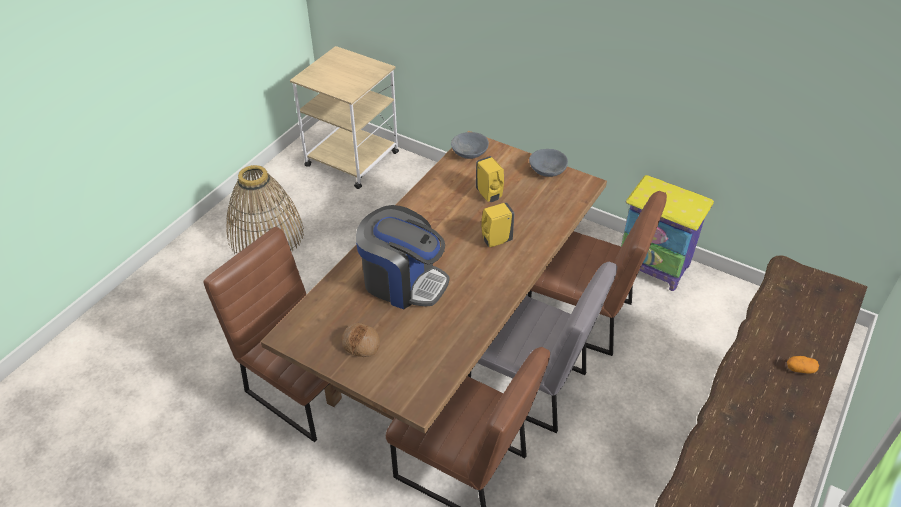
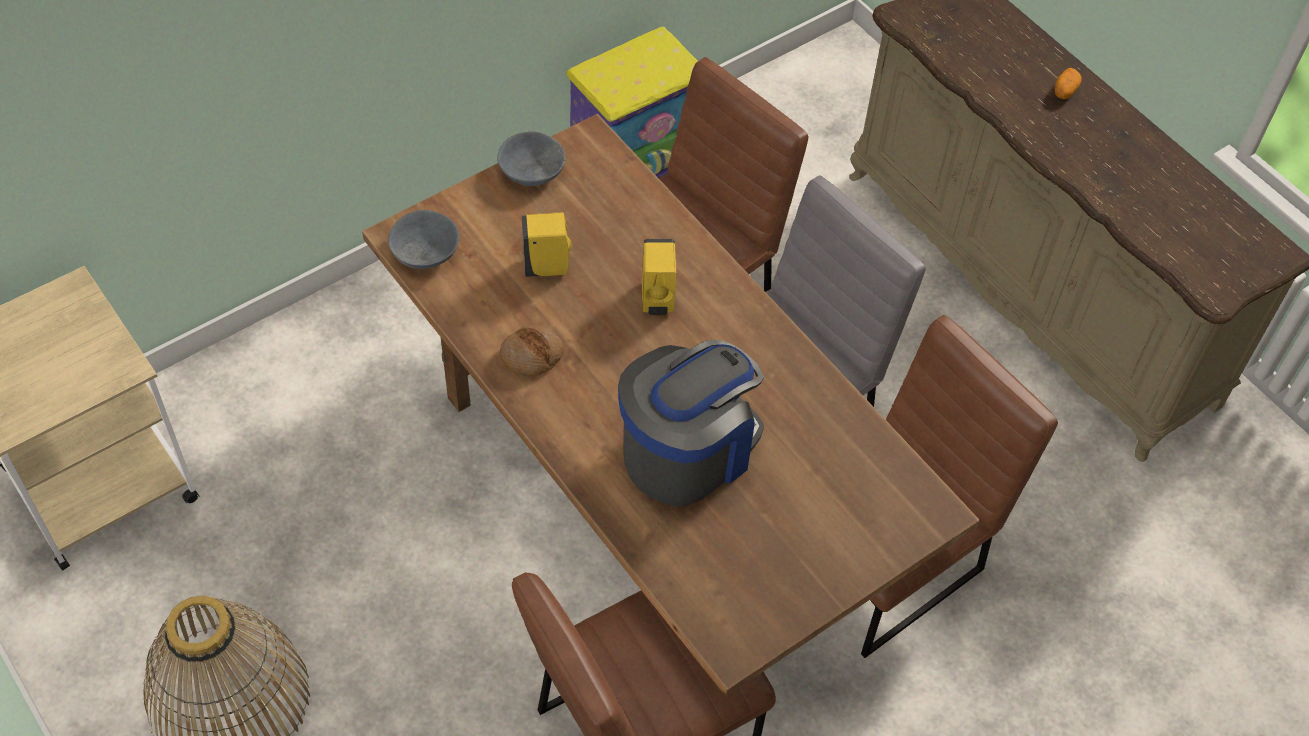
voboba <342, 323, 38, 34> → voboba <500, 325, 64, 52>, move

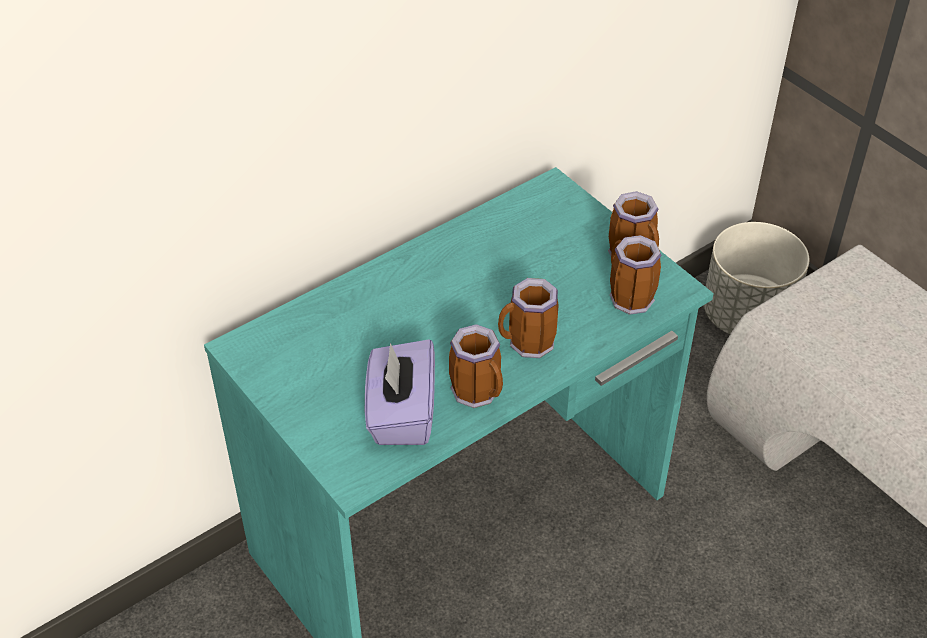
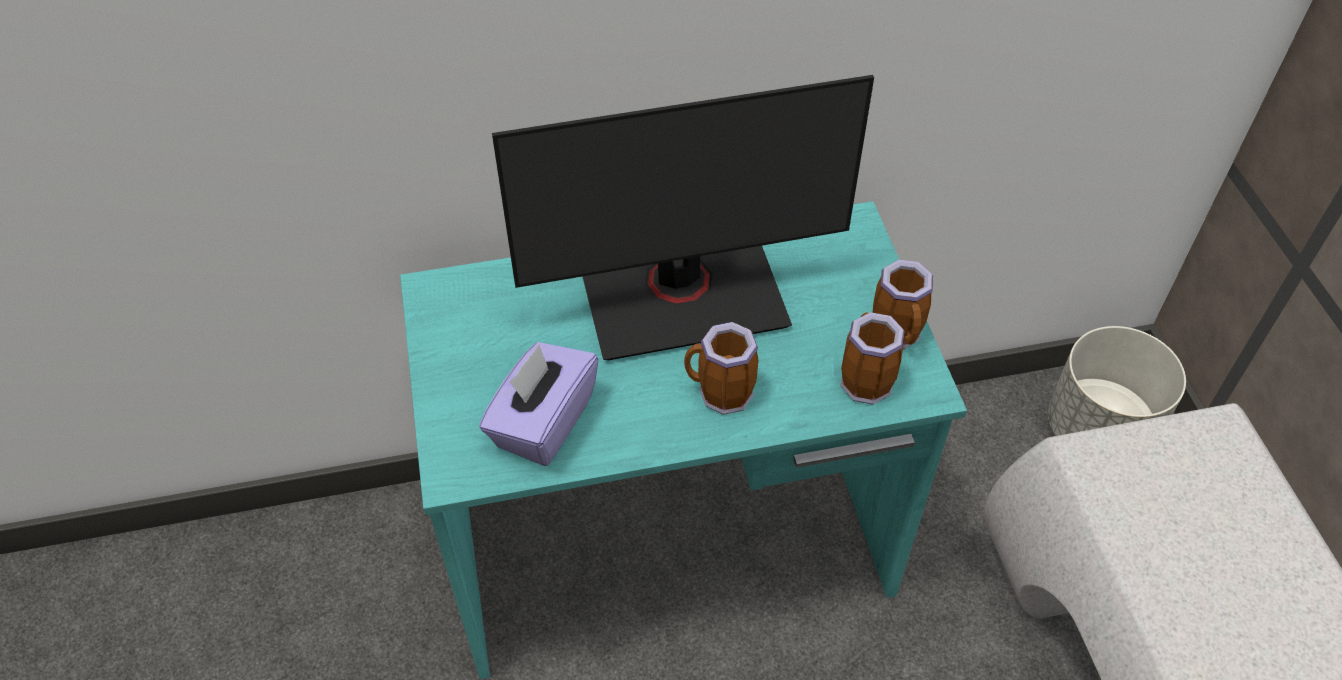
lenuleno <449, 324, 54, 84> → -
- → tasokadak <492, 75, 382, 285>

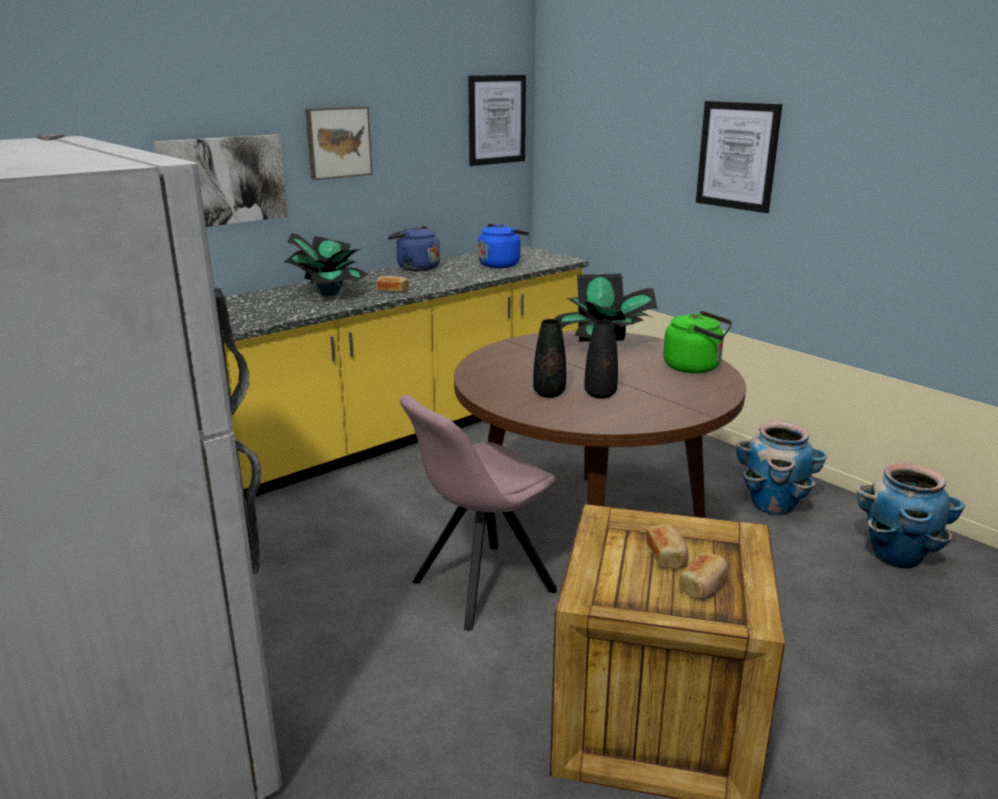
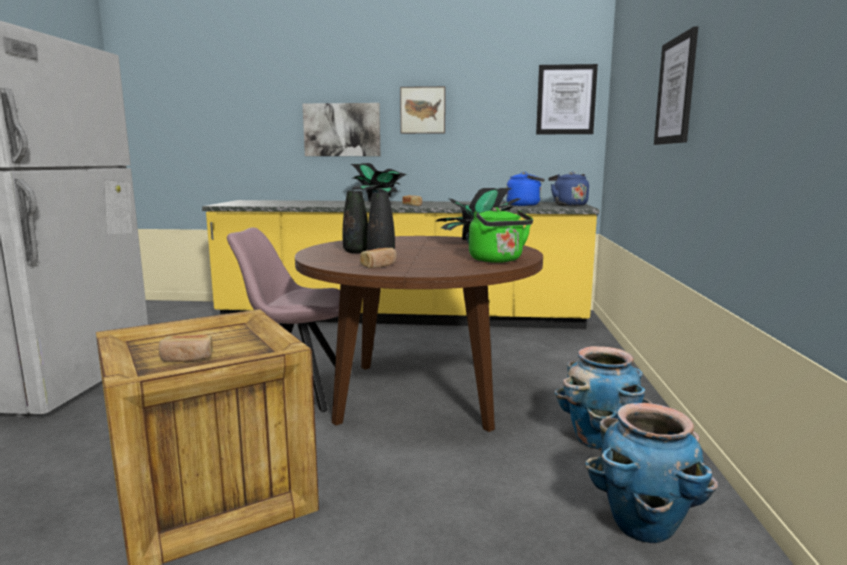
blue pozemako <388, 226, 52, 45> → blue pozemako <548, 172, 41, 34>, move
voboba <646, 524, 43, 46> → voboba <360, 248, 37, 20>, move

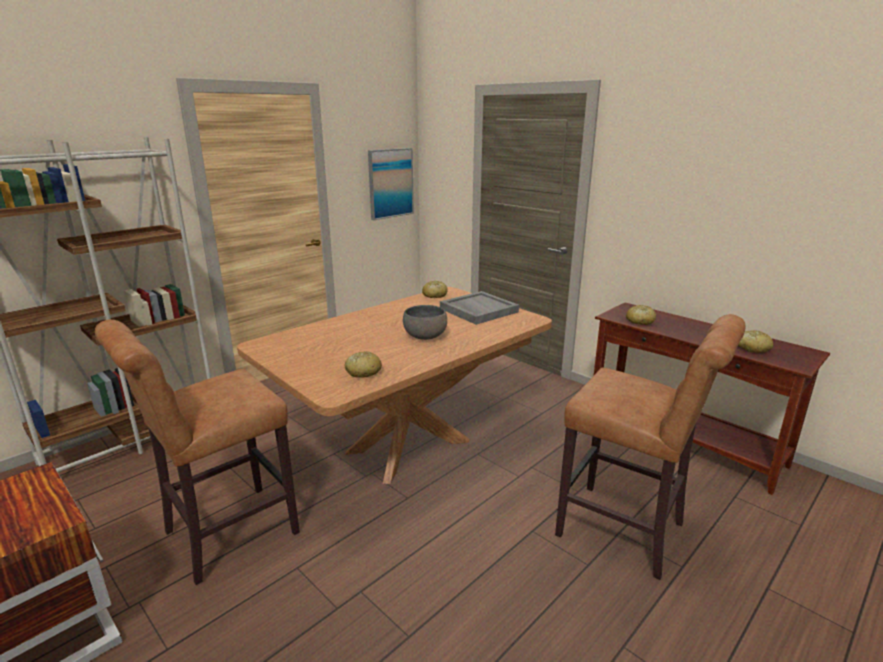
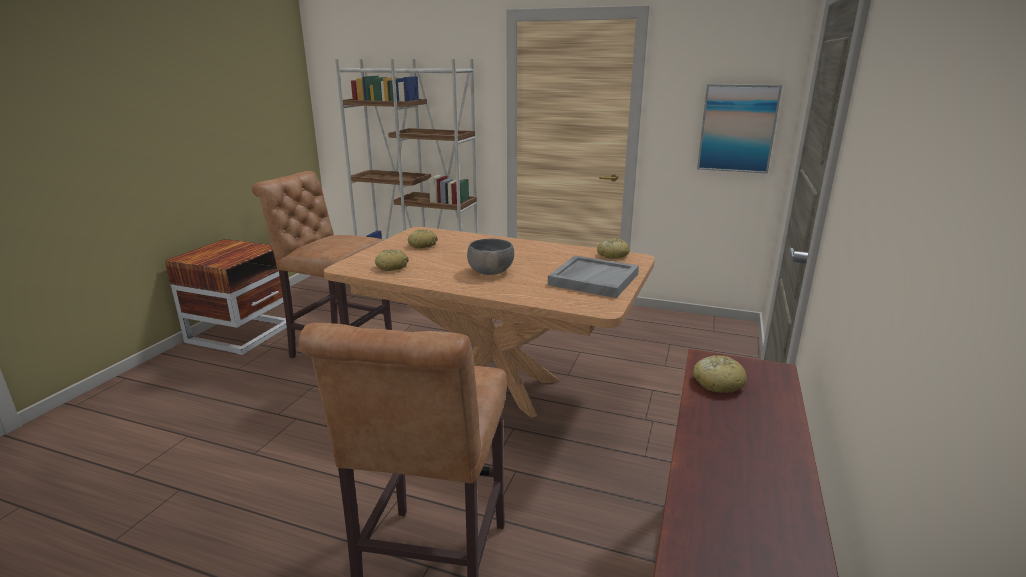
voboba <738, 330, 35, 23> → voboba <408, 229, 30, 19>, move

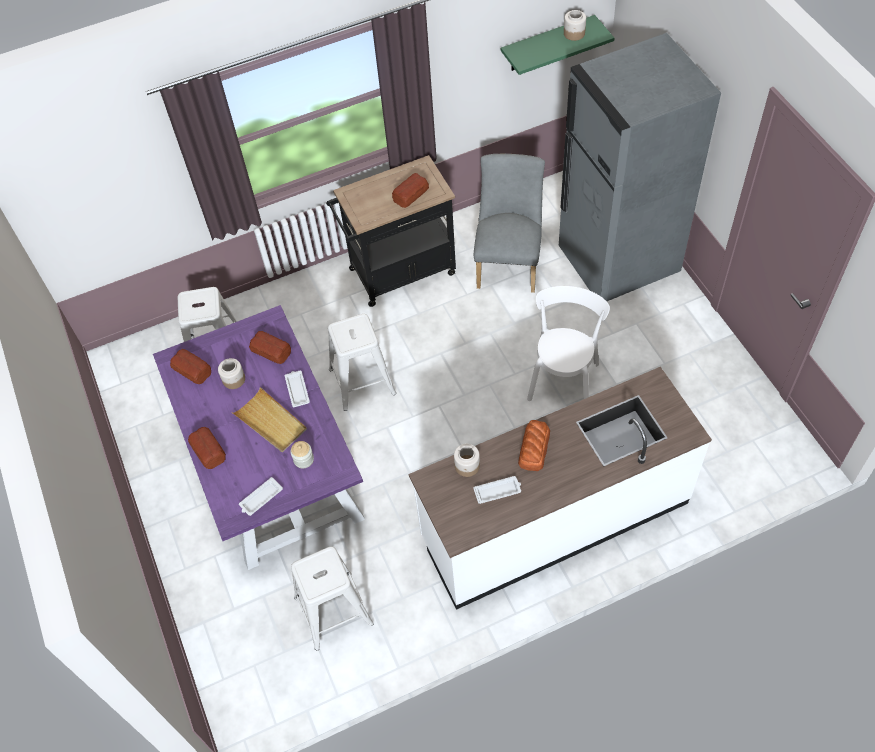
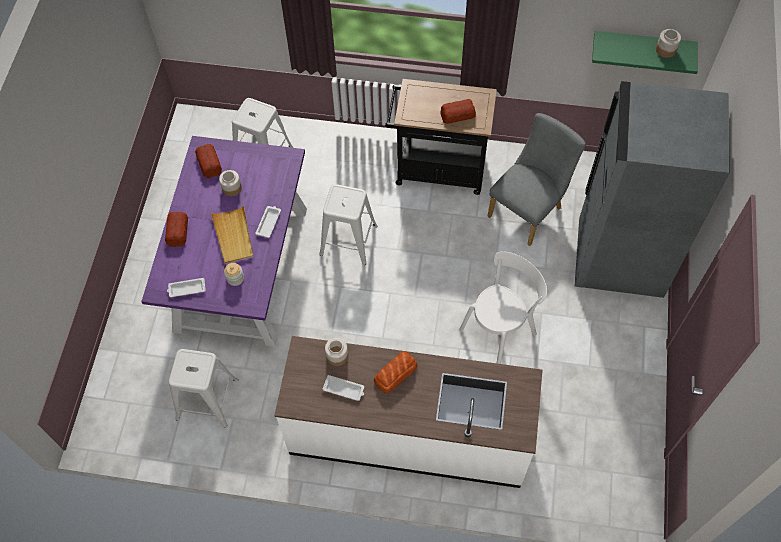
voboba <249, 331, 42, 33> → -

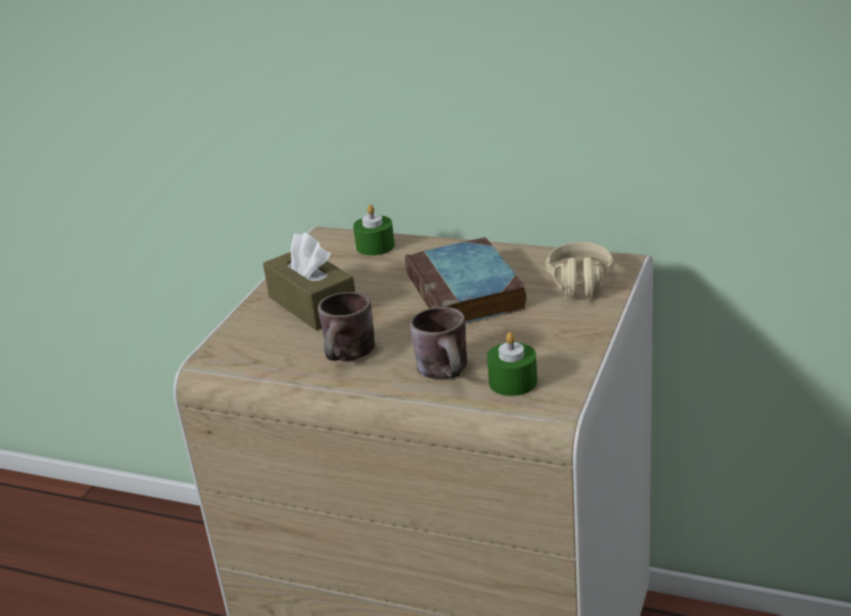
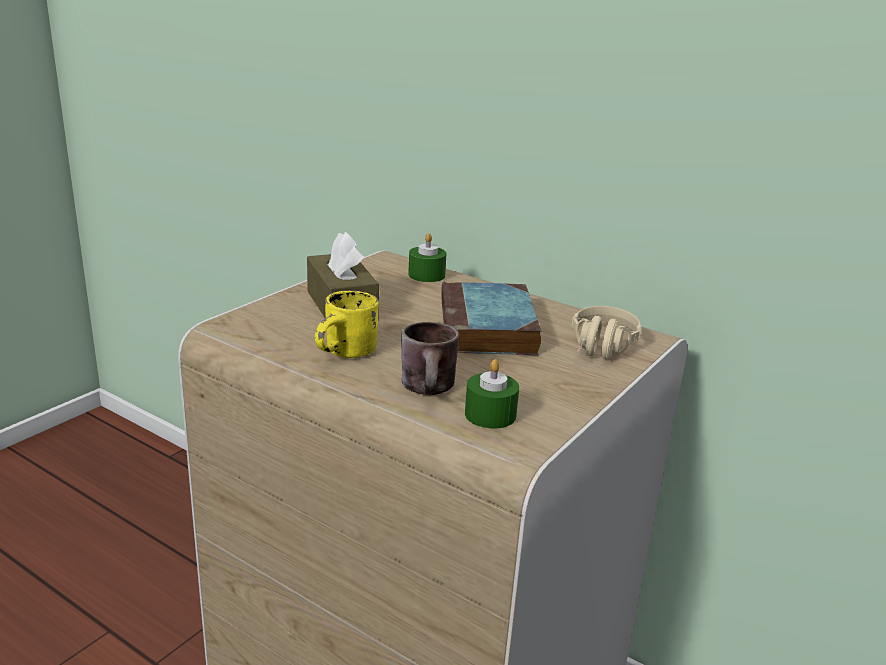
brown lenuleno <318, 292, 57, 69> → yellow lenuleno <315, 291, 64, 67>

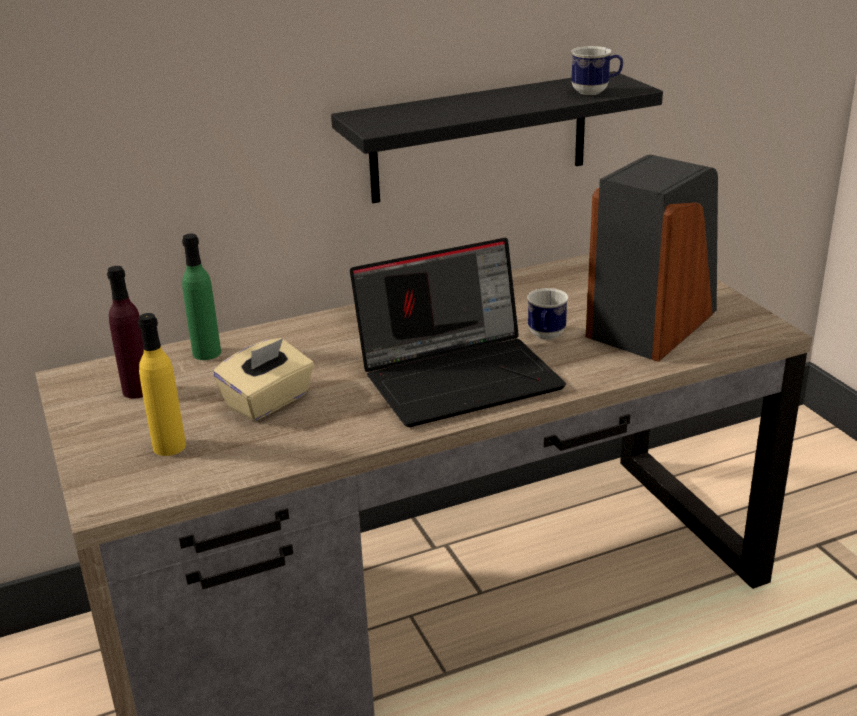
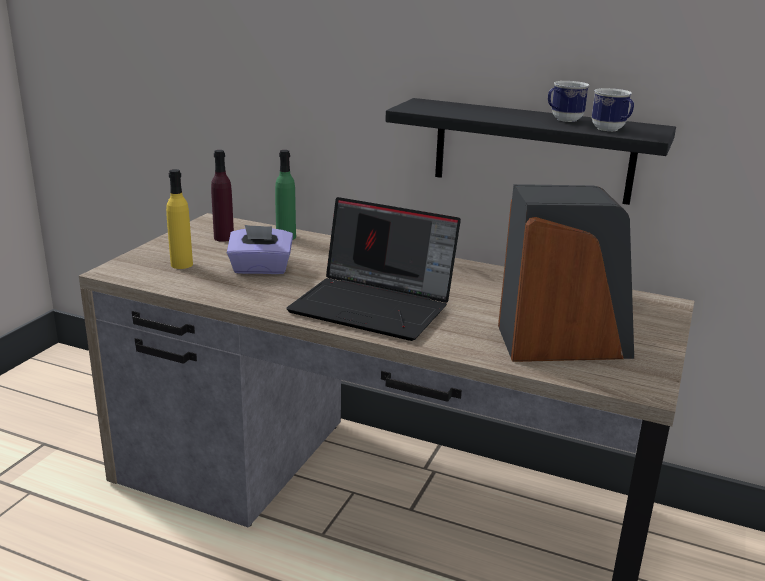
lenuleno <527, 288, 42, 52> → lenuleno <548, 81, 41, 41>, move
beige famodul <213, 338, 101, 83> → purple famodul <227, 225, 66, 49>

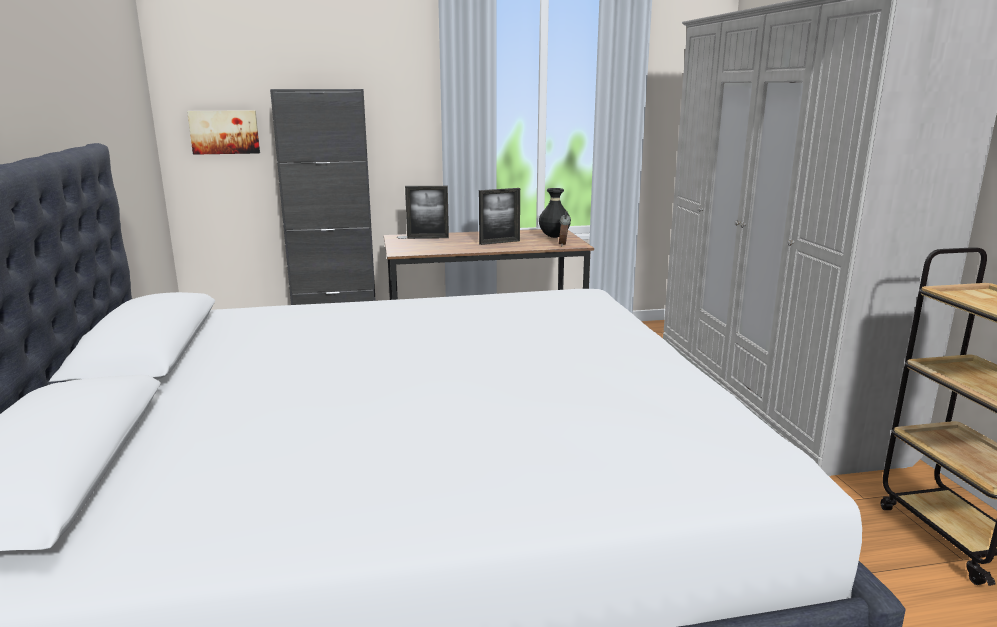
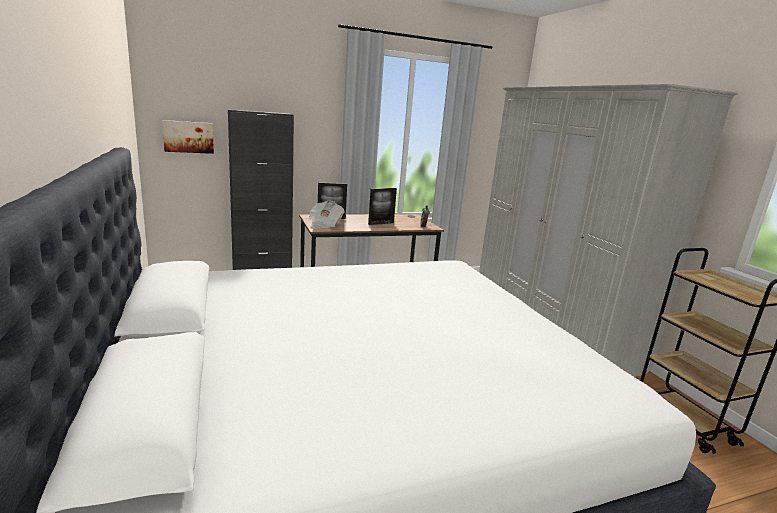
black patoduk <539, 188, 32, 50> → -
- → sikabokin <309, 201, 36, 28>

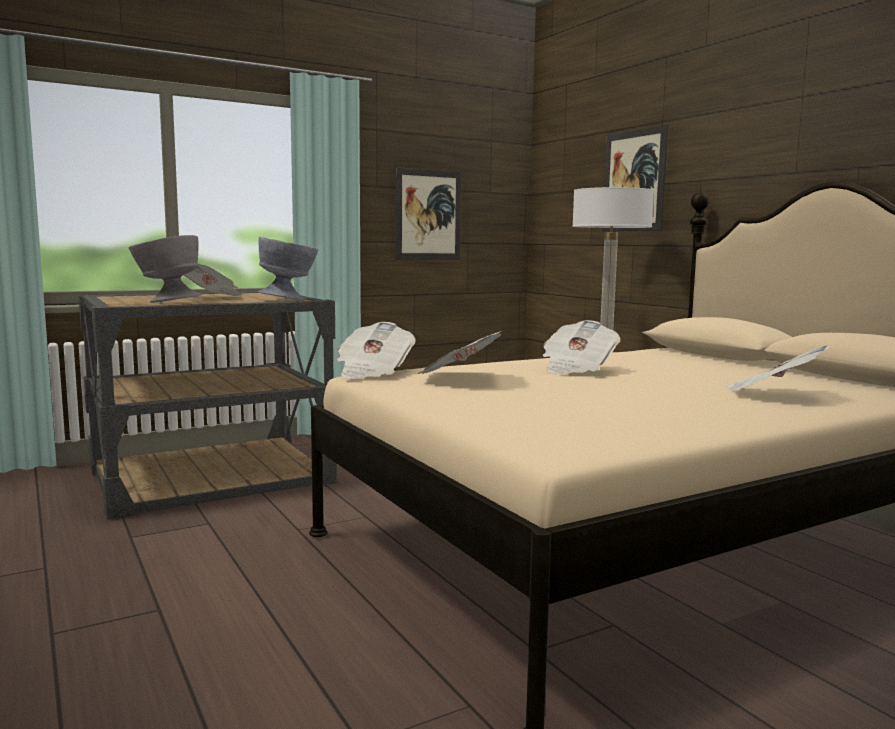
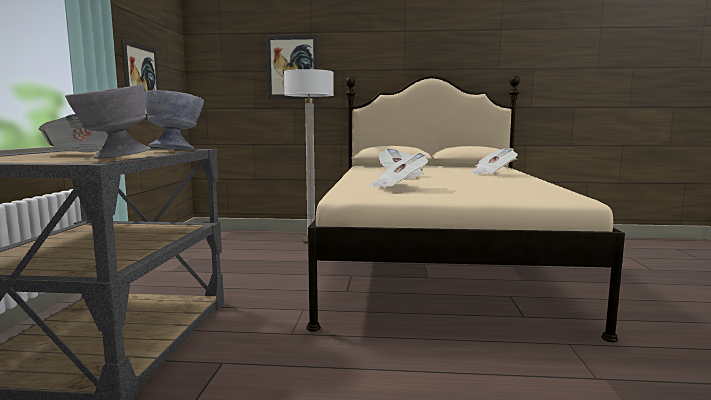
sikabokin <337, 322, 79, 57> → -

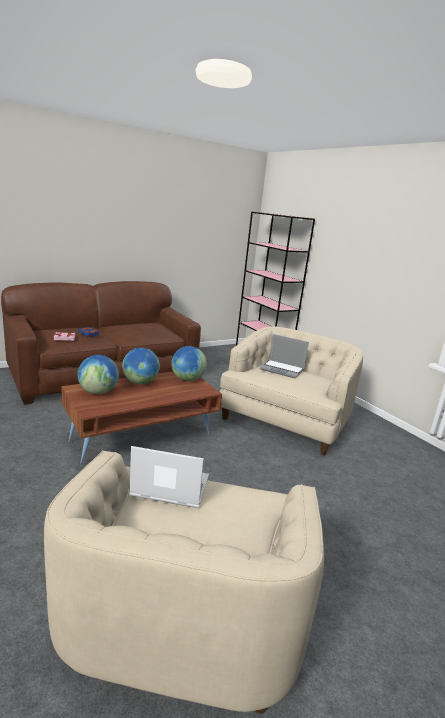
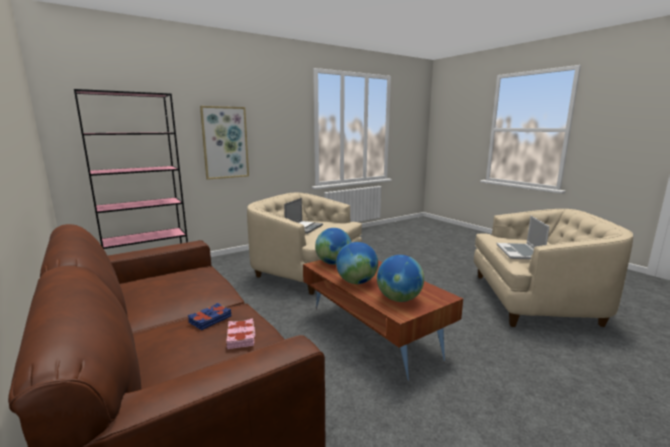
- → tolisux <200, 106, 49, 74>

